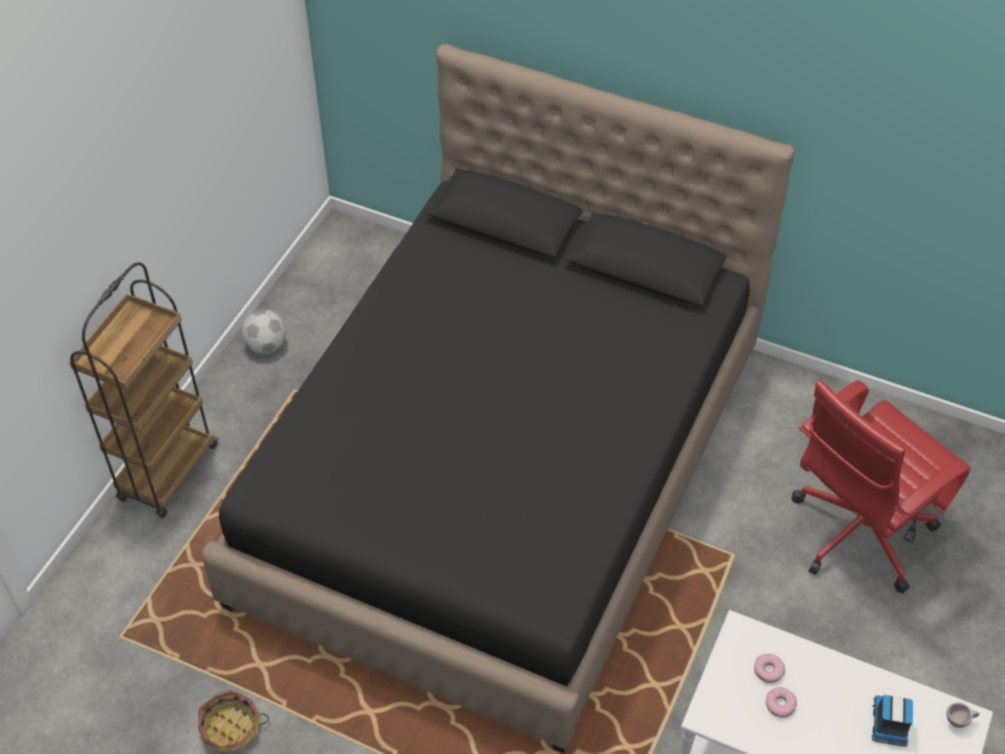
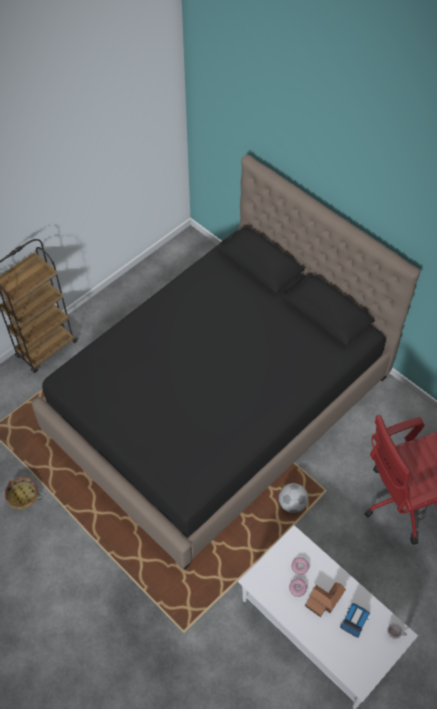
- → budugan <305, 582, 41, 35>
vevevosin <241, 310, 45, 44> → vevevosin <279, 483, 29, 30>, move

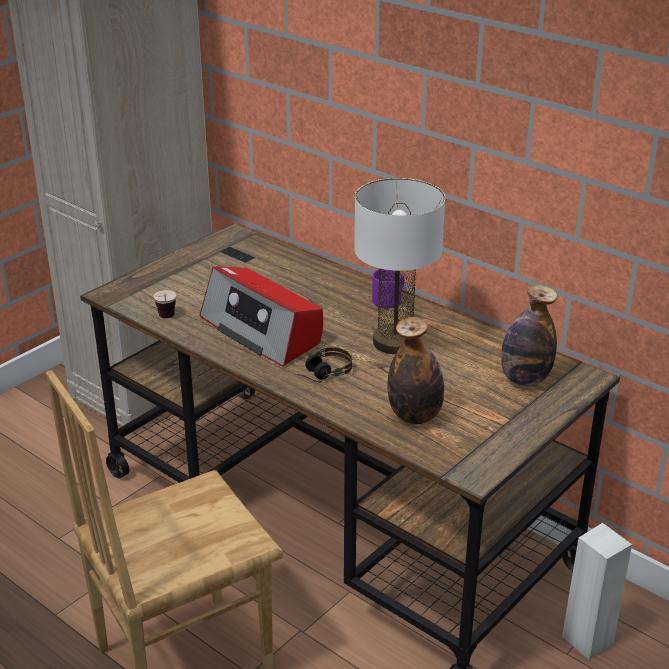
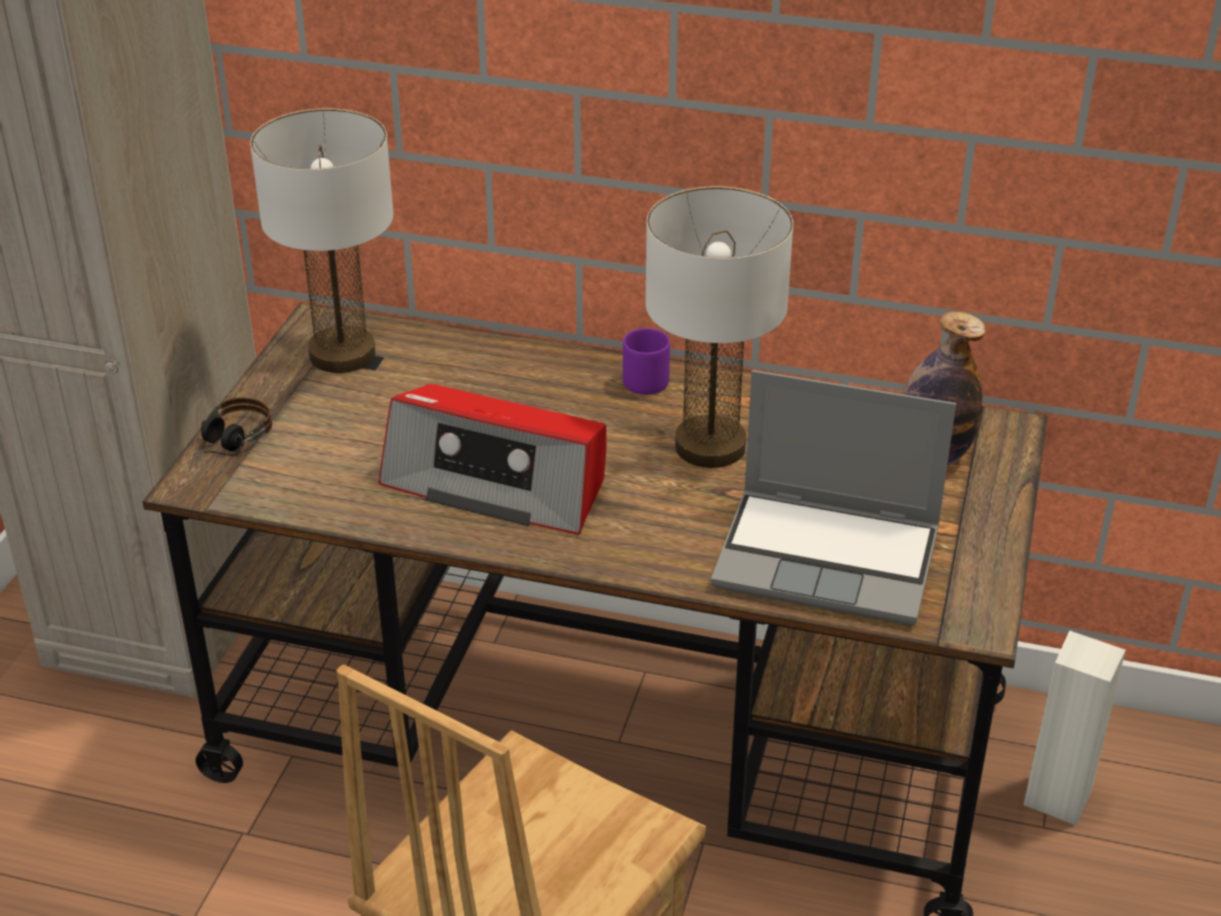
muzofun <153, 290, 23, 28> → -
- → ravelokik <250, 108, 143, 265>
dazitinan <298, 347, 54, 36> → dazitinan <201, 398, 71, 58>, move
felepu <388, 317, 56, 107> → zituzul <711, 370, 245, 255>

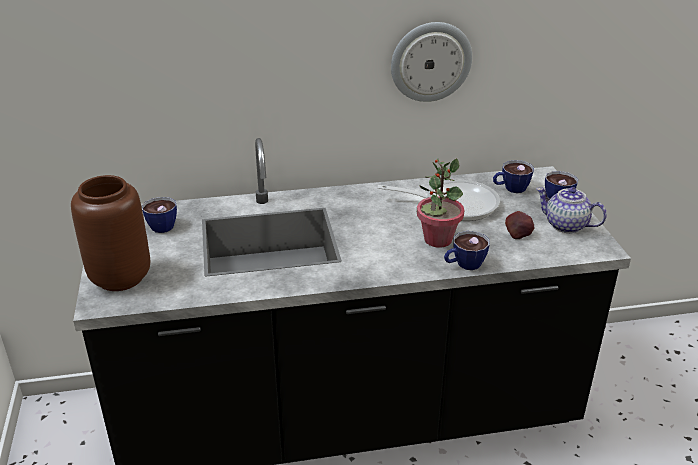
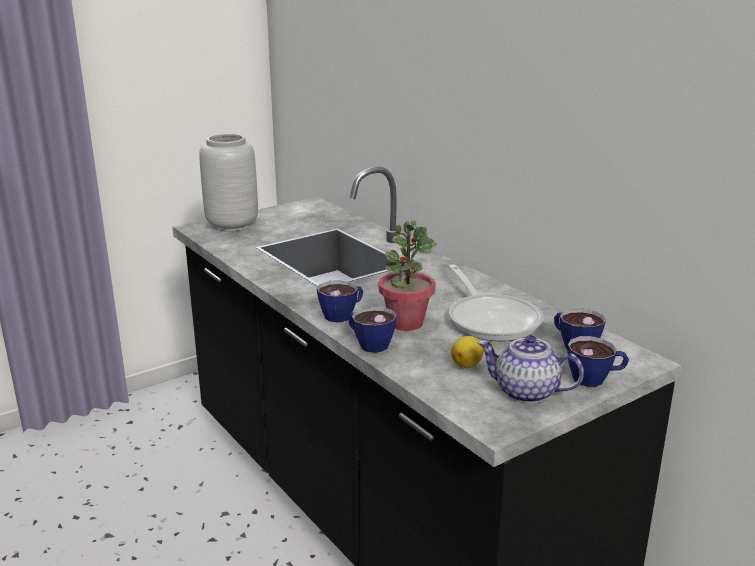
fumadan <391, 22, 81, 80> → -
muzofun <142, 197, 35, 36> → muzofun <317, 280, 46, 42>, move
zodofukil <505, 211, 30, 28> → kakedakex <451, 336, 33, 32>
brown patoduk <71, 175, 79, 116> → grey patoduk <199, 134, 59, 97>
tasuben <536, 187, 71, 46> → tasuben <478, 335, 106, 69>, 75 degrees counterclockwise

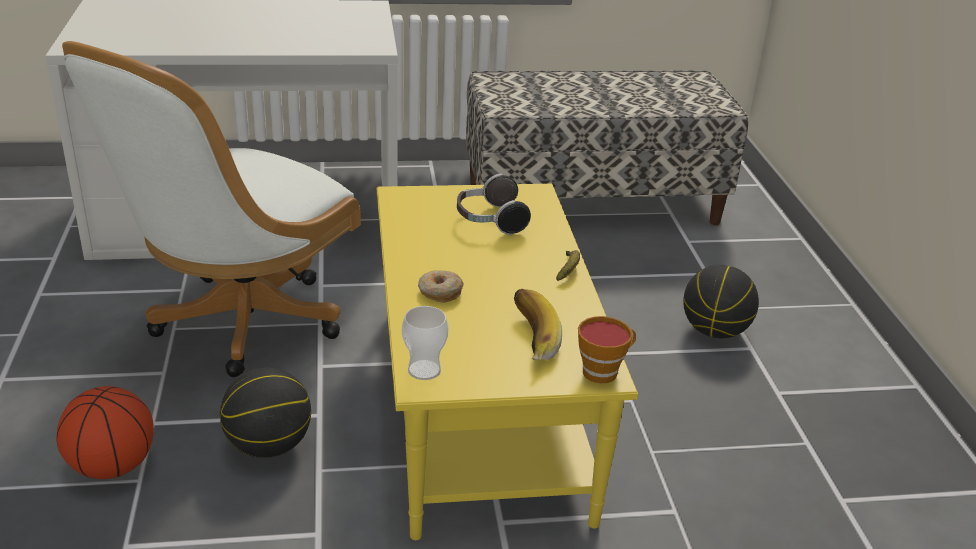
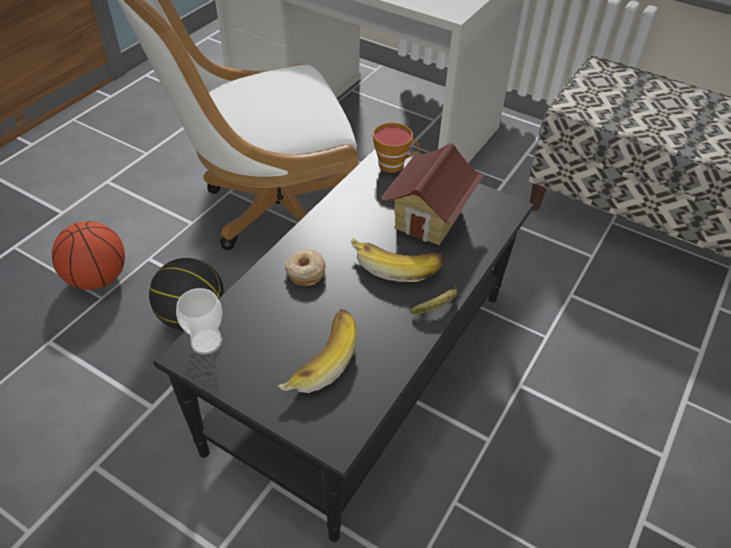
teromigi <683, 265, 76, 73> → -
- → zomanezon <351, 238, 93, 44>
muzofun <578, 316, 58, 68> → muzofun <373, 123, 46, 50>, move
dazitinan <457, 173, 74, 62> → budugan <381, 143, 103, 102>
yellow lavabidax <377, 184, 261, 357> → black lavabidax <153, 149, 381, 393>

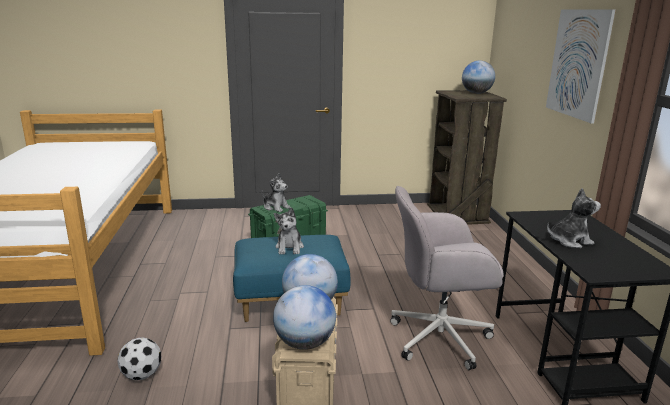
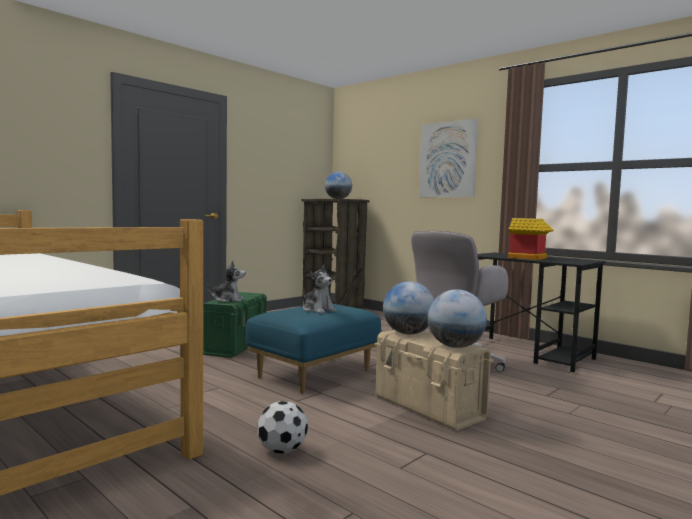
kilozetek <547, 188, 54, 60> → budugan <508, 218, 46, 42>

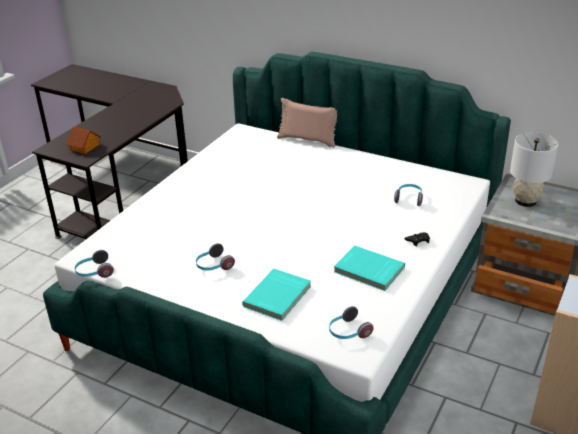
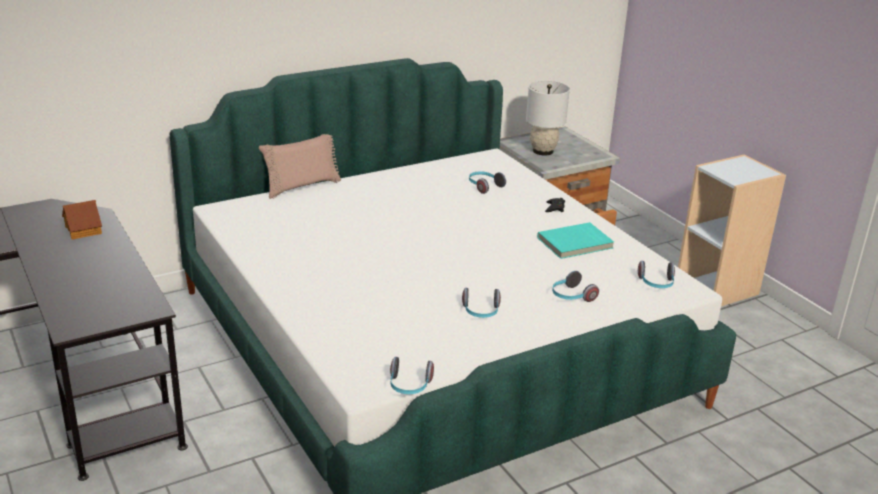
budugan <66, 126, 35, 28> → budugan <62, 200, 40, 39>, move
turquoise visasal <242, 269, 69, 52> → dazitinan <552, 271, 47, 31>

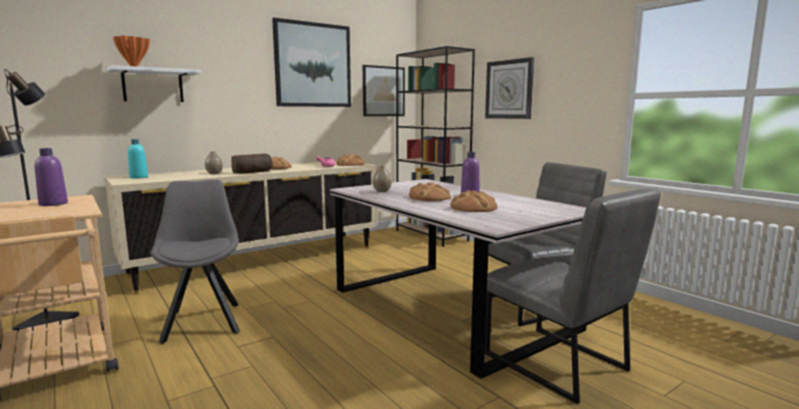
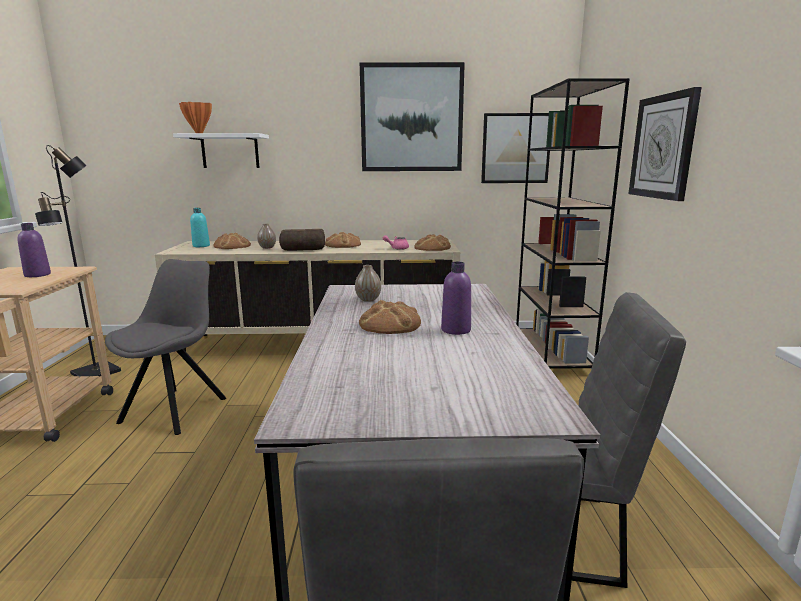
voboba <450, 190, 47, 22> → voboba <213, 233, 38, 16>, move

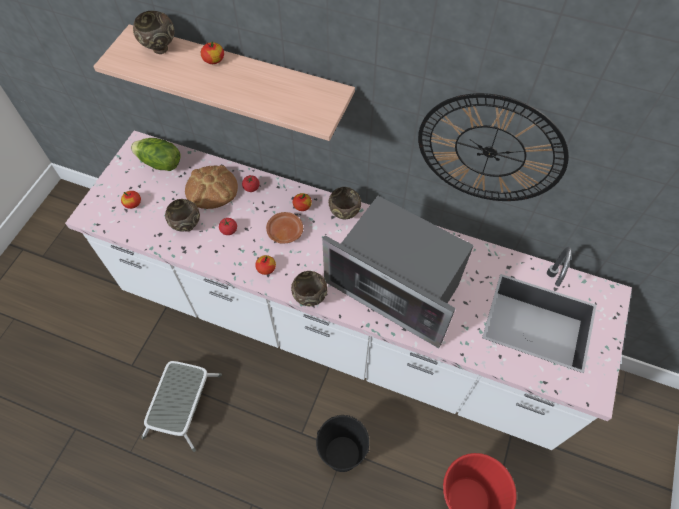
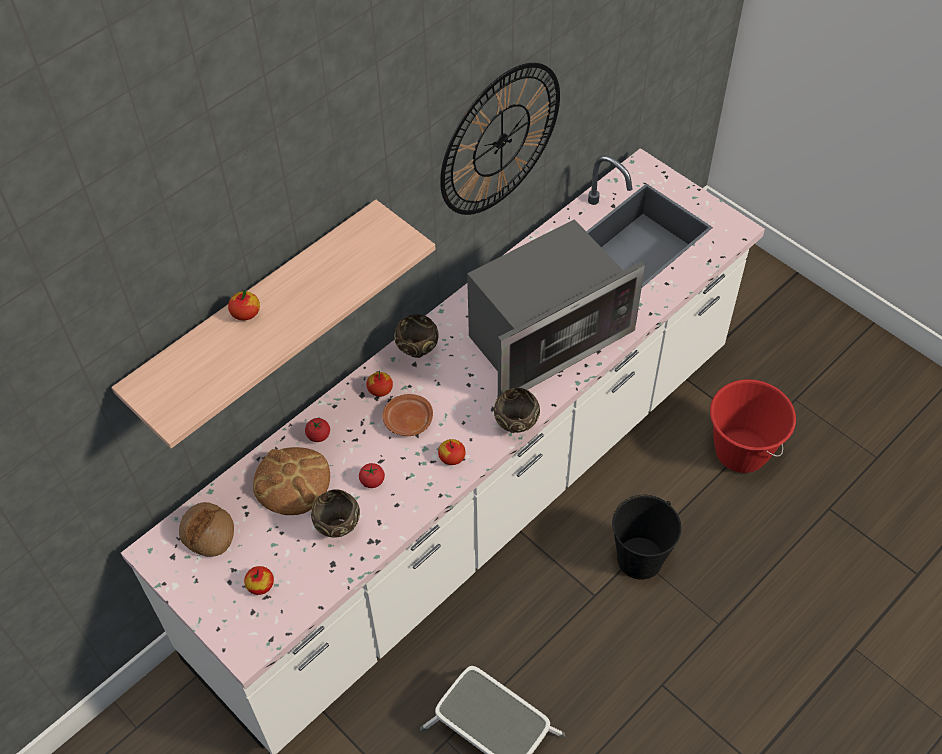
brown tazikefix <133, 11, 41, 43> → -
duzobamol <131, 138, 49, 33> → voboba <179, 502, 55, 55>

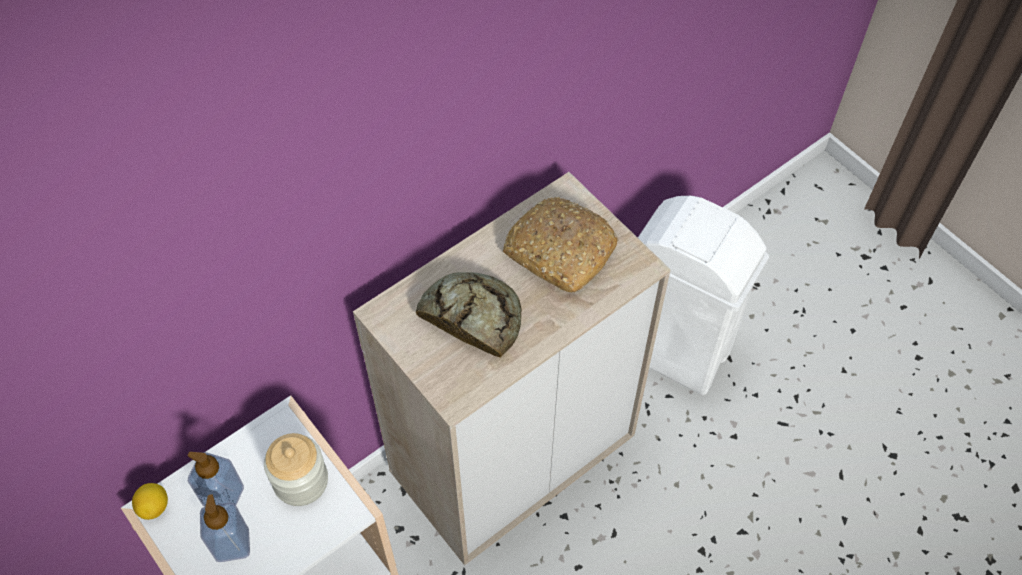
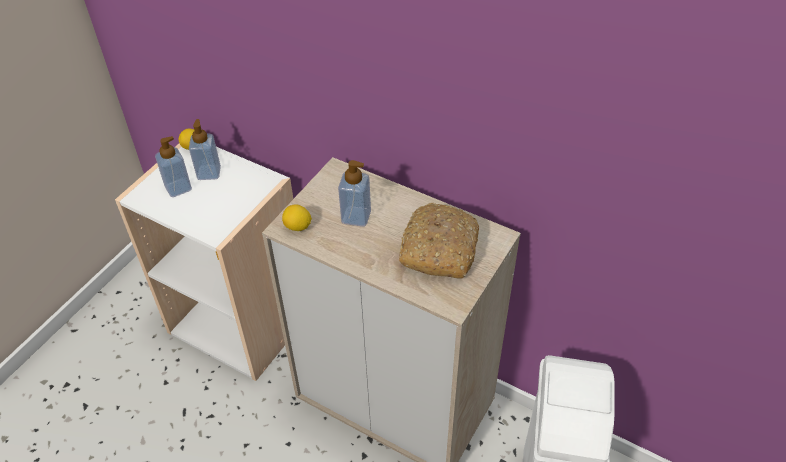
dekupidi <264, 433, 64, 73> → -
- → kakedakex <282, 204, 30, 27>
voboba <416, 272, 105, 86> → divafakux <338, 160, 33, 67>

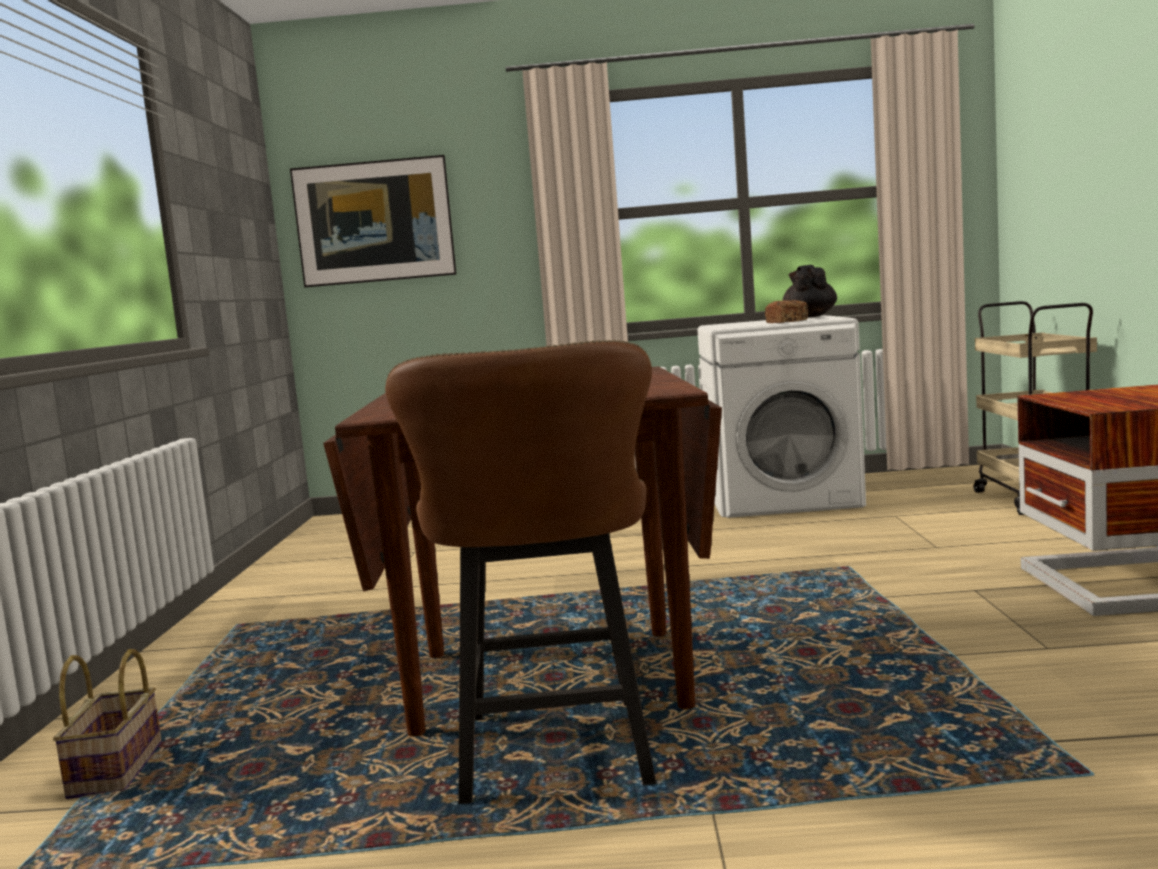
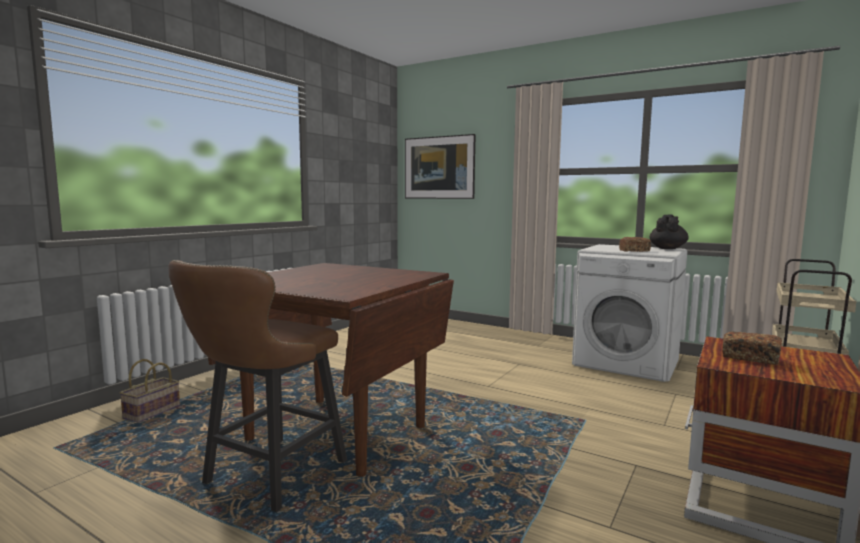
- → voboba <723, 332, 59, 33>

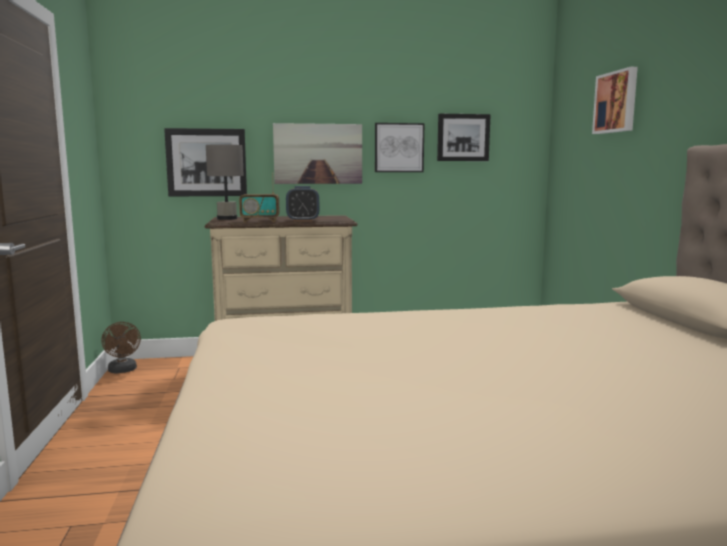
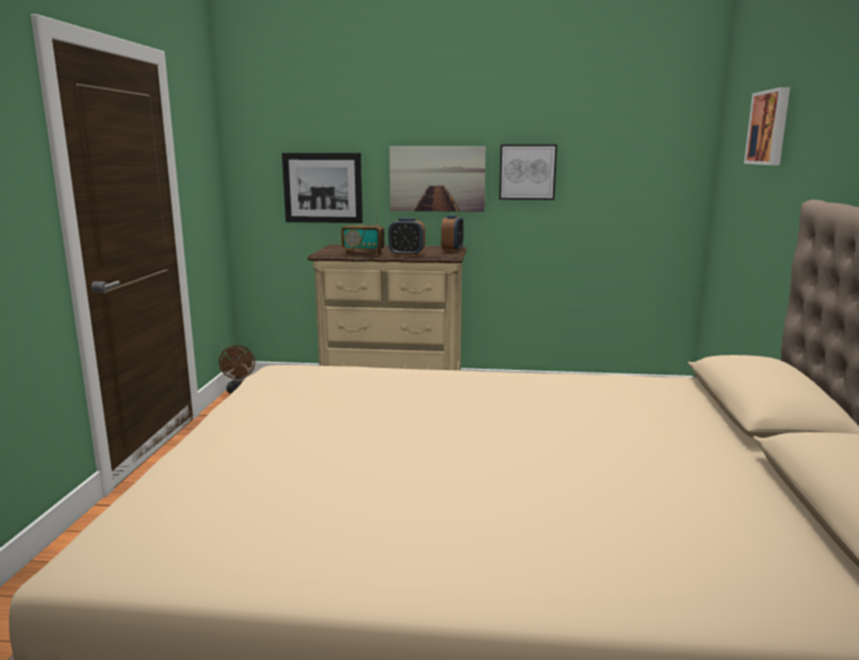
grey ravelokik <206, 144, 37, 76> → -
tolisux <437, 114, 54, 47> → -
- → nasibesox <441, 215, 23, 37>

